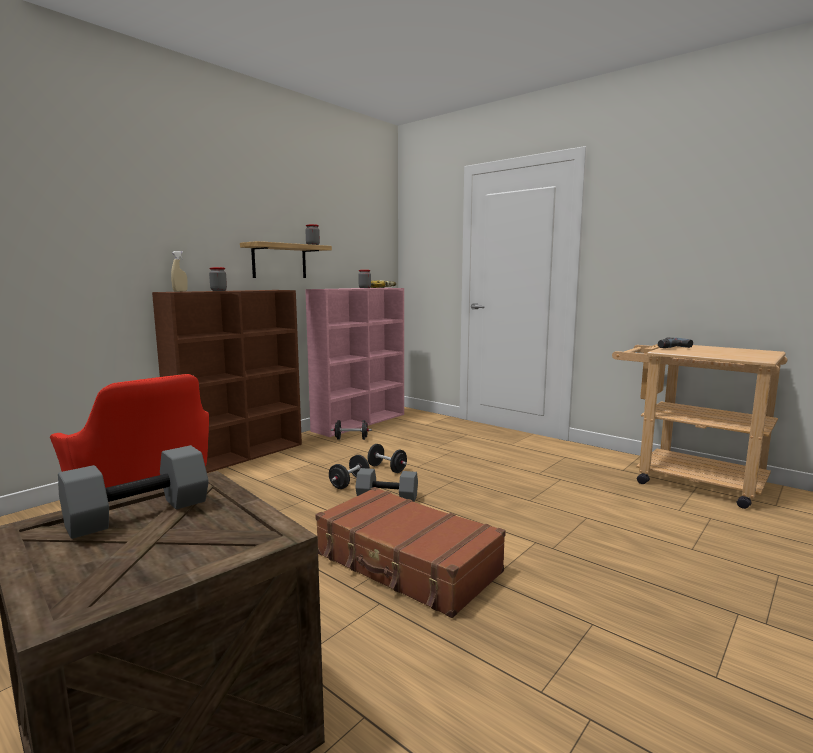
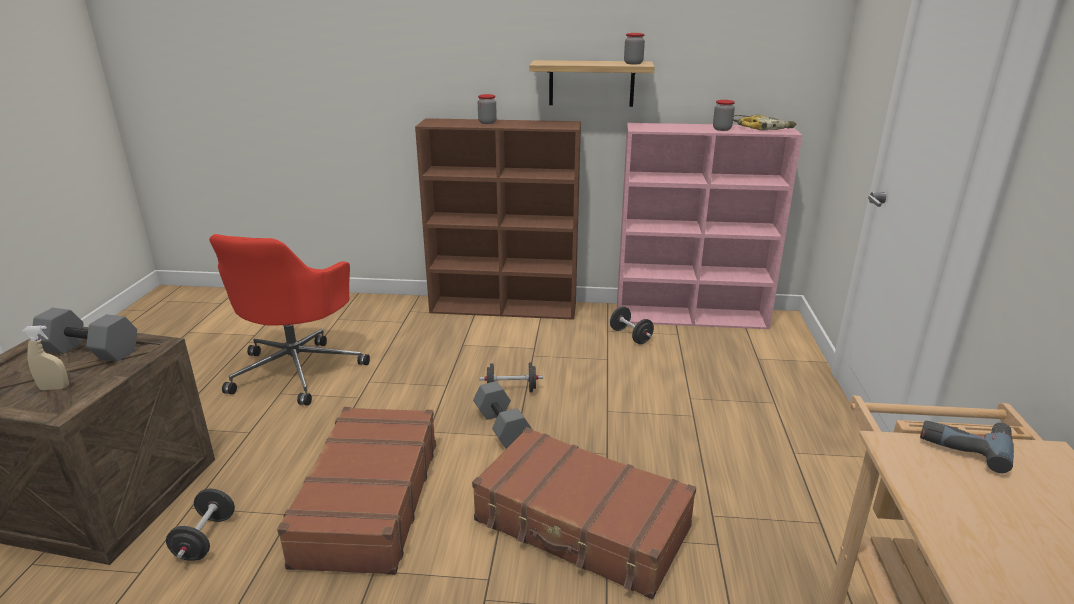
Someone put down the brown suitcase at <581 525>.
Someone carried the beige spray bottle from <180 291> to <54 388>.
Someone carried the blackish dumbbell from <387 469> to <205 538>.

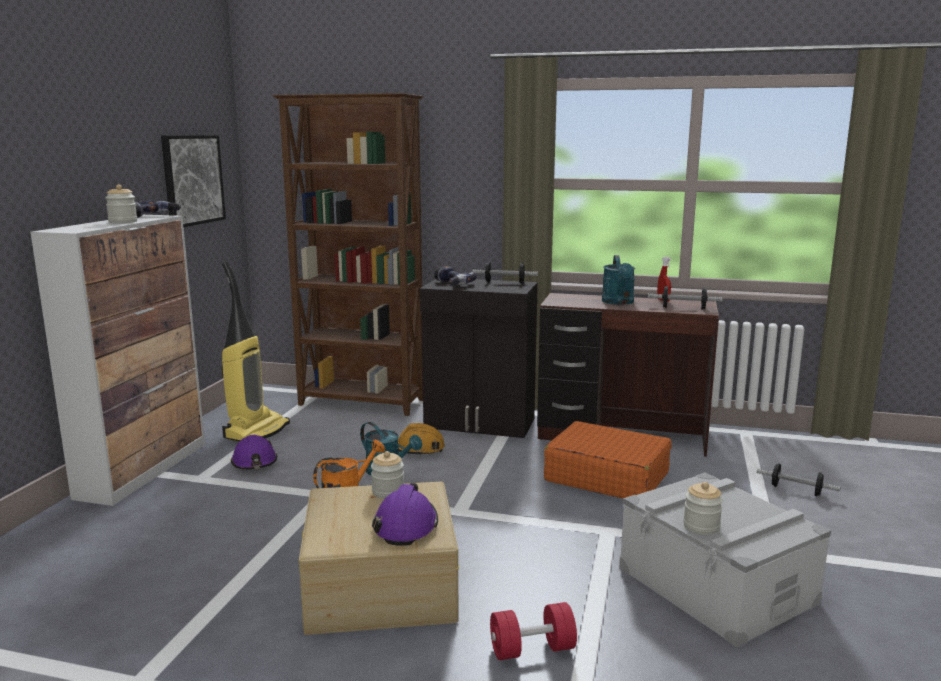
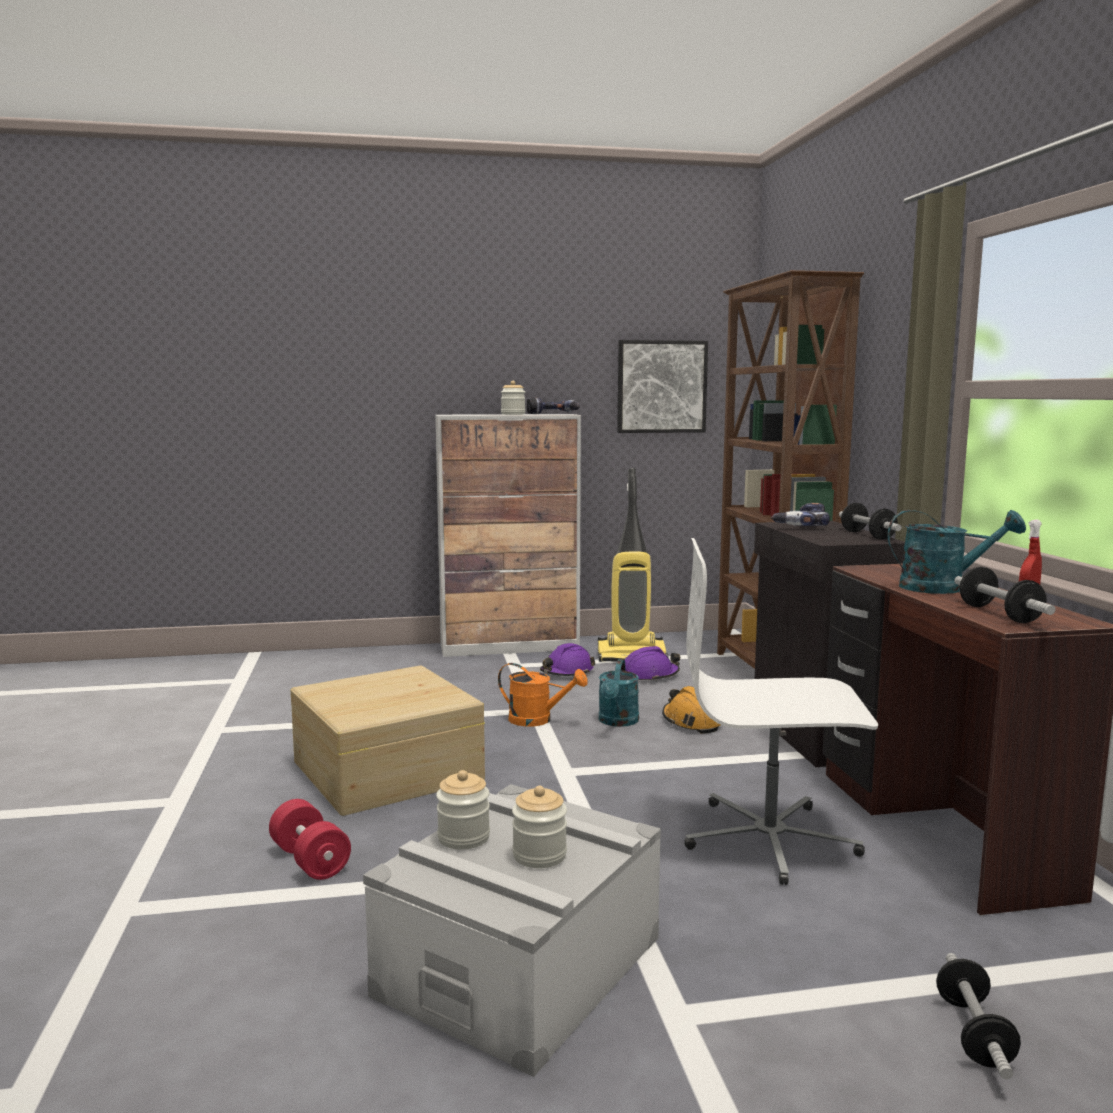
Someone carried the storage jar from <388 492> to <539 855>.
Someone carried the purple-coloured work helmet from <405 526> to <649 676>.
Someone swapped the orange suitcase at <606 477> for the white-coloured desk chair at <770 839>.
Someone rotated the turquoise sprinkling can at <619 302> by 150 degrees counterclockwise.

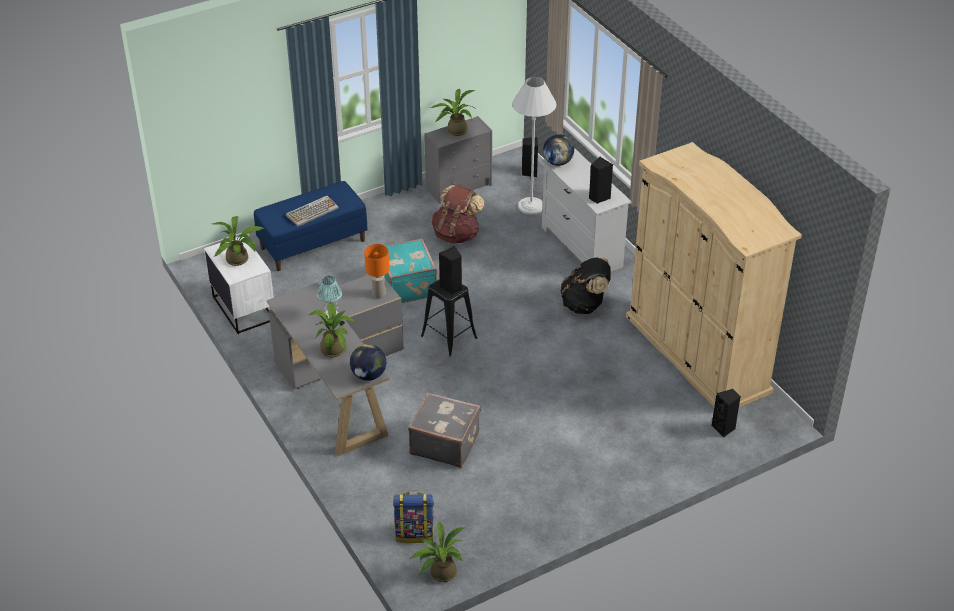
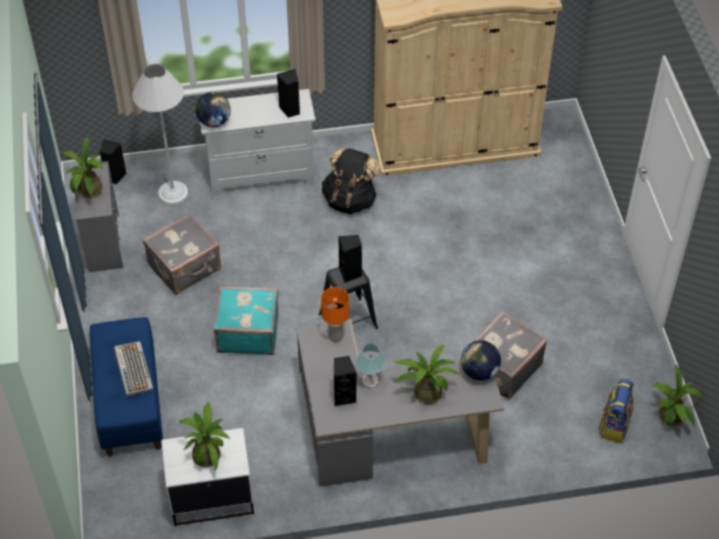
Someone carried the blackish loudspeaker from <724 428> to <344 396>.
Someone swapped the brown backpack at <456 234> for the gray suitcase at <185 268>.

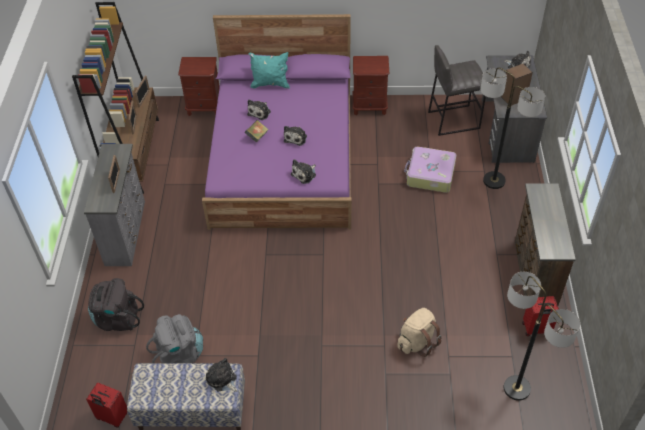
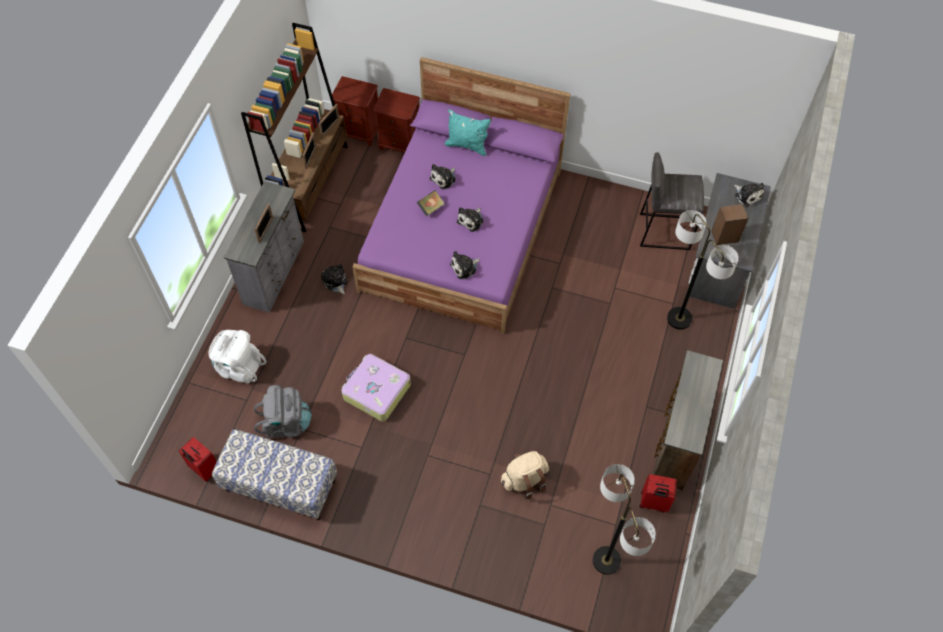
Someone carried the soft toy from <222 380> to <335 282>.
Someone carried the brown bedside table from <369 106> to <359 132>.
Someone carried the suitcase from <430 175> to <376 391>.
Someone repainted the blackish backpack at <117 318>, which became the white-coloured backpack at <238 367>.

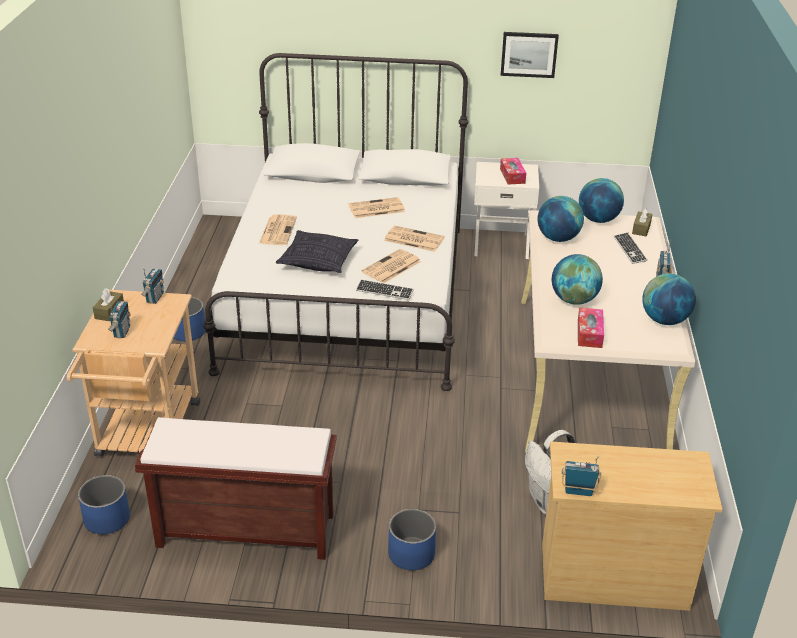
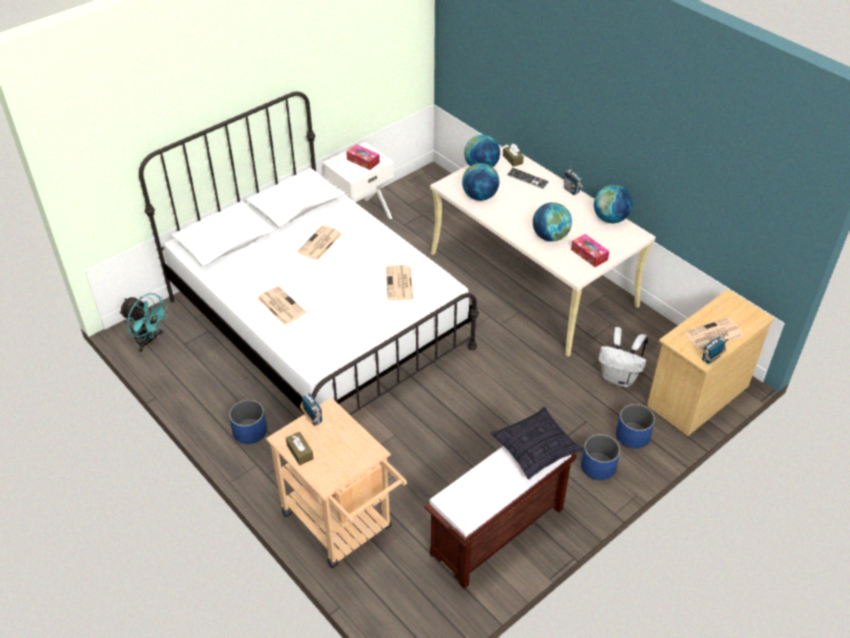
Someone took away the radio receiver at <121 332>.
Someone took away the computer keyboard at <384 291>.
Someone took away the wall picture at <529 54>.
Someone put down the turquoise fan at <149 341>.
Someone carried the blue planter from <106 519> to <632 436>.
Someone carried the cushion from <318 261> to <535 449>.
Someone carried the daily paper from <413 239> to <713 335>.

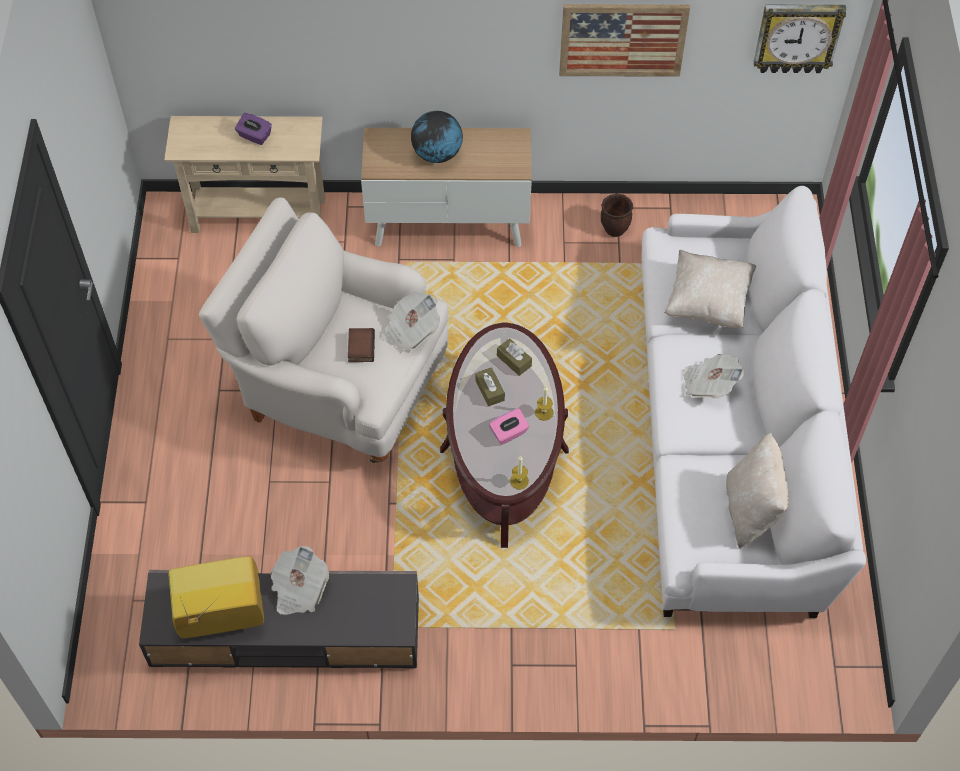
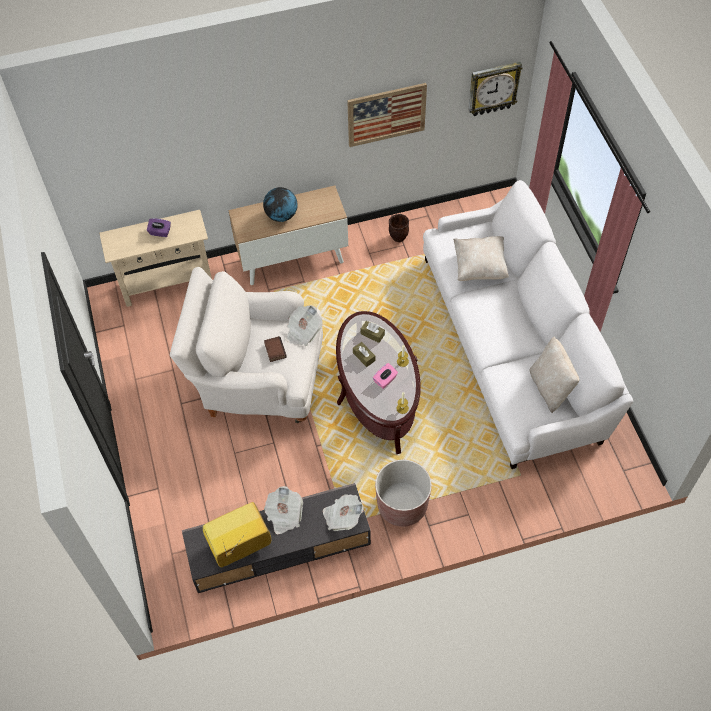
Someone put down the brown planter at <402 505>.
Someone carried the daily paper from <709 384> to <342 517>.

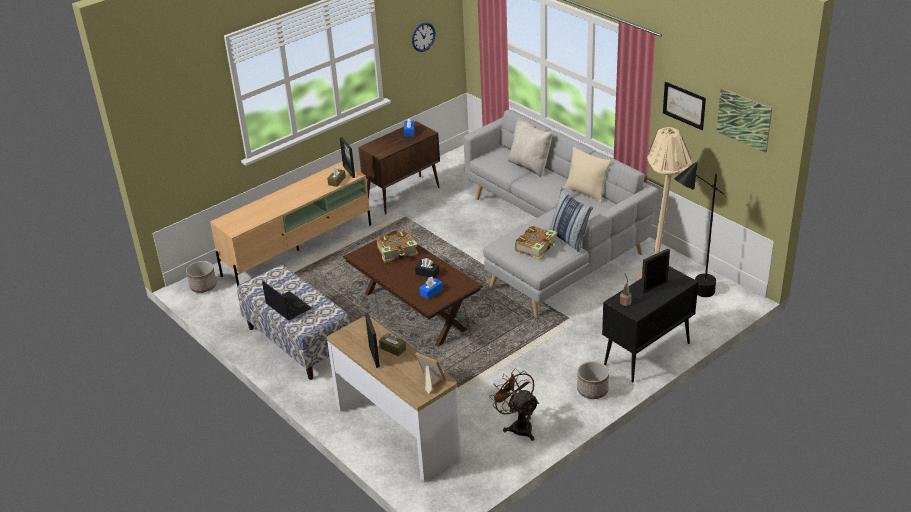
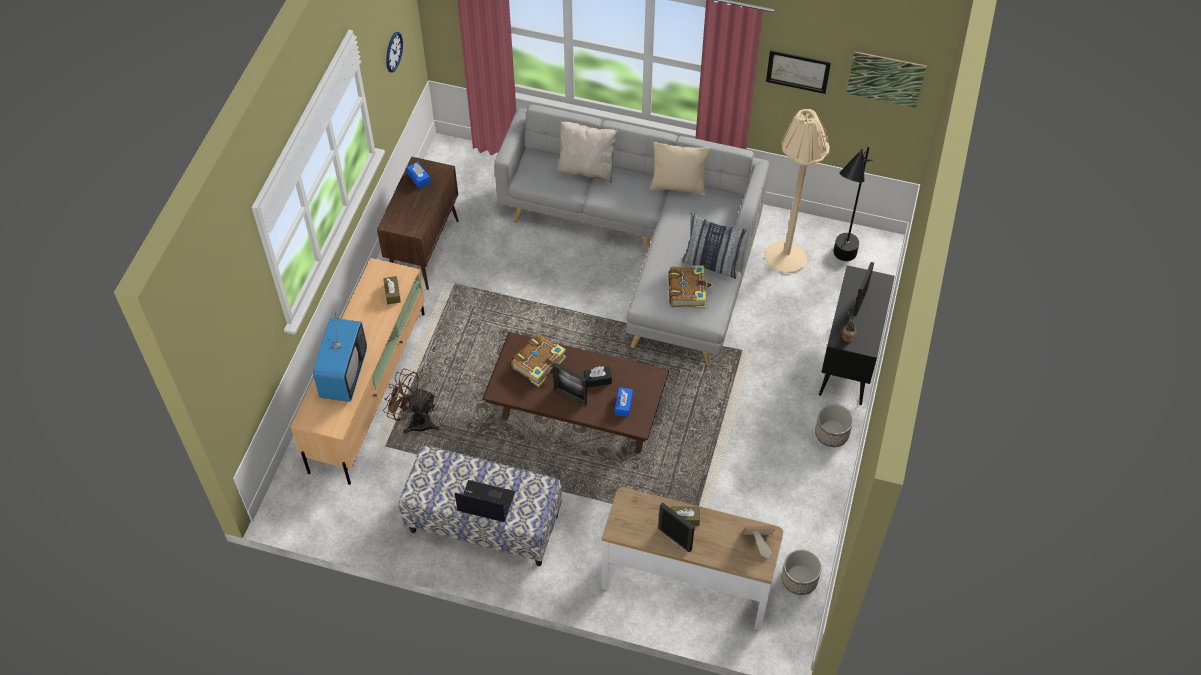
Someone put down the TV set at <344 374>.
Someone carried the planter from <203 286> to <799 579>.
Someone carried the photo frame from <349 171> to <570 397>.
Someone carried the brown fan from <518 426> to <415 421>.

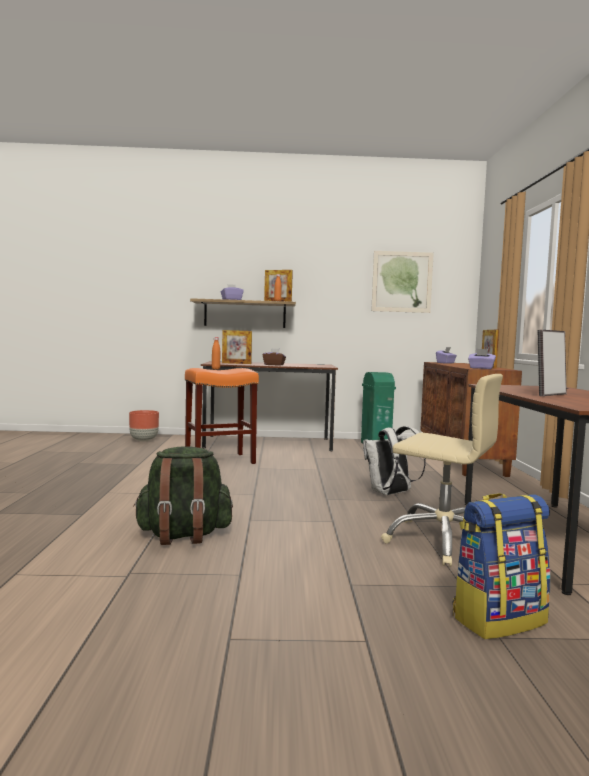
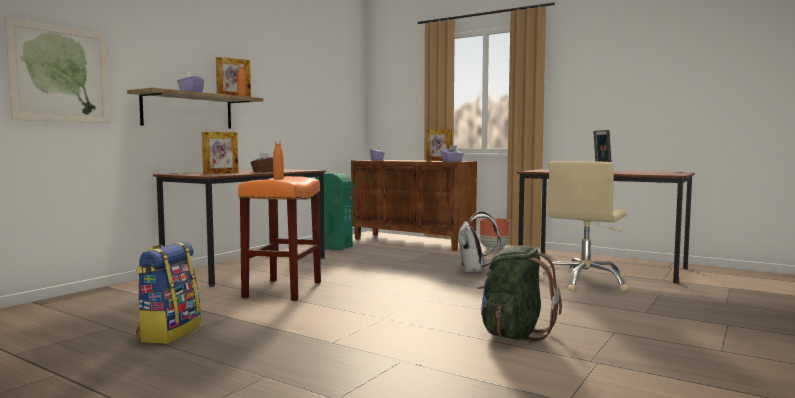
Someone carried the brown planter from <143 440> to <494 248>.
Someone carried the wall picture from <402 282> to <61 74>.
Someone carried the backpack from <498 619> to <169 333>.
Someone rotated the beige desk chair at <443 541> by 150 degrees clockwise.

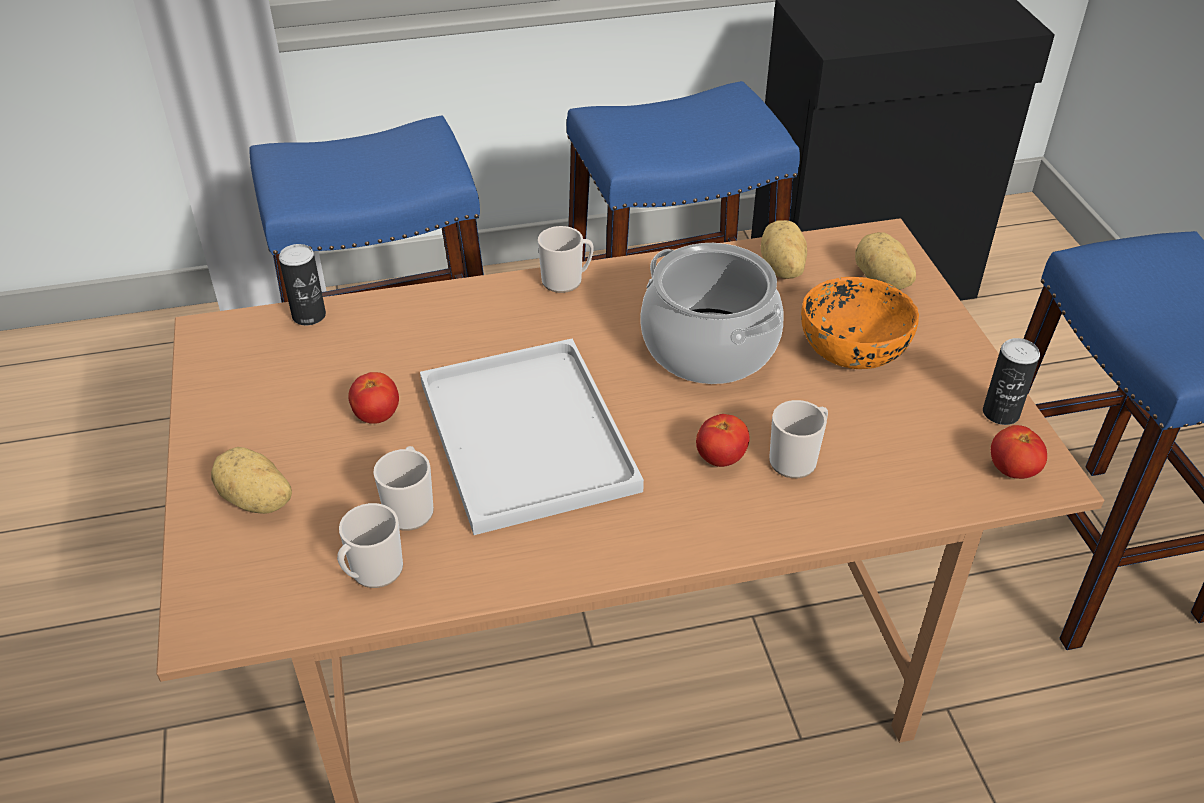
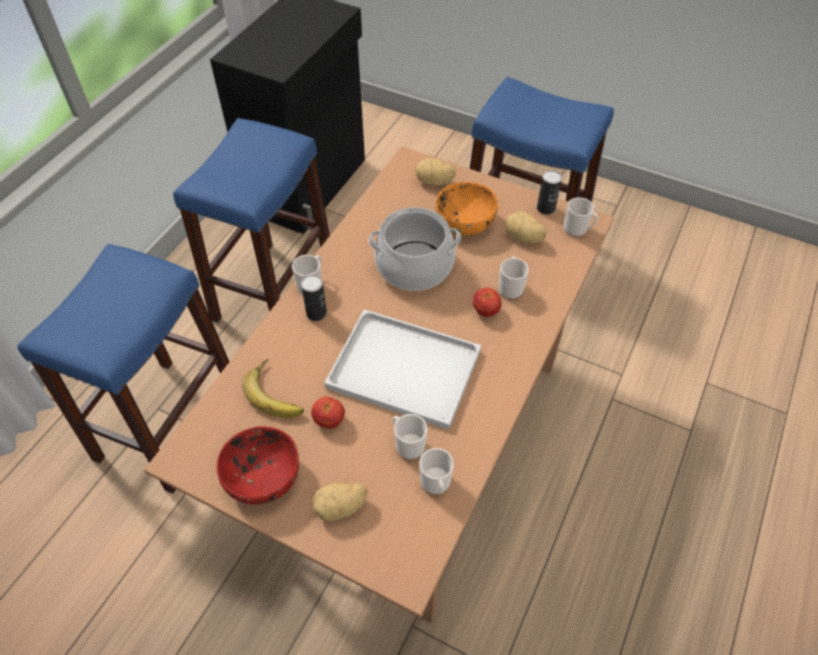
Someone put down the reddish serving bowl at <263 476>.
Someone put down the whole banana at <277 393>.
Someone carried the can from <309 315> to <316 313>.
Someone carried the potato from <780 268> to <523 238>.
Someone swapped the fresh tomato at <1012 470> for the tea mug at <577 229>.

